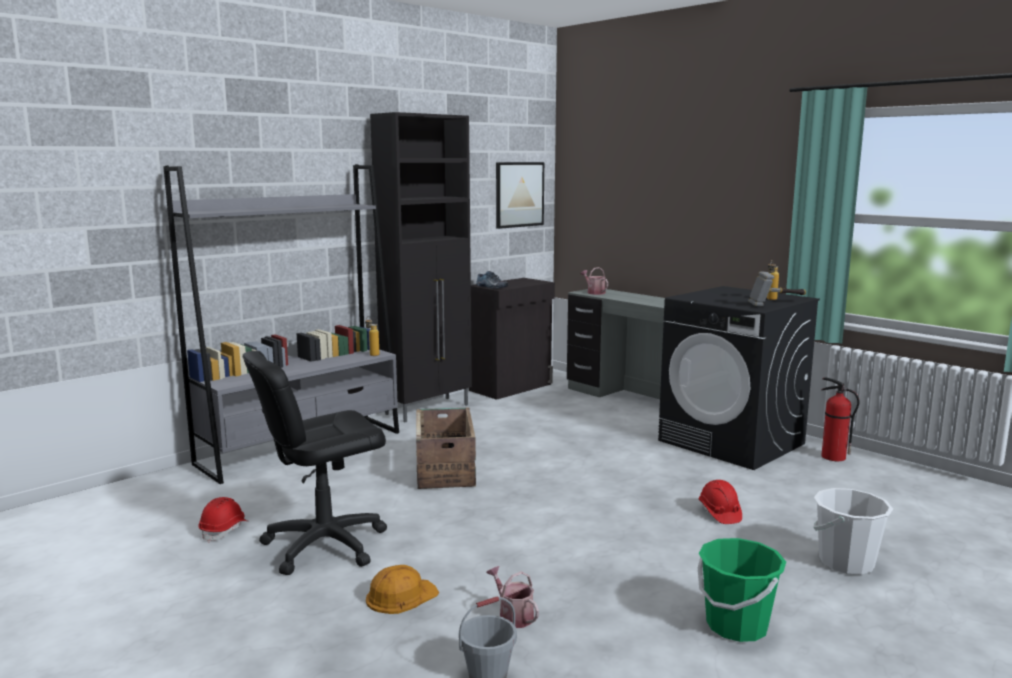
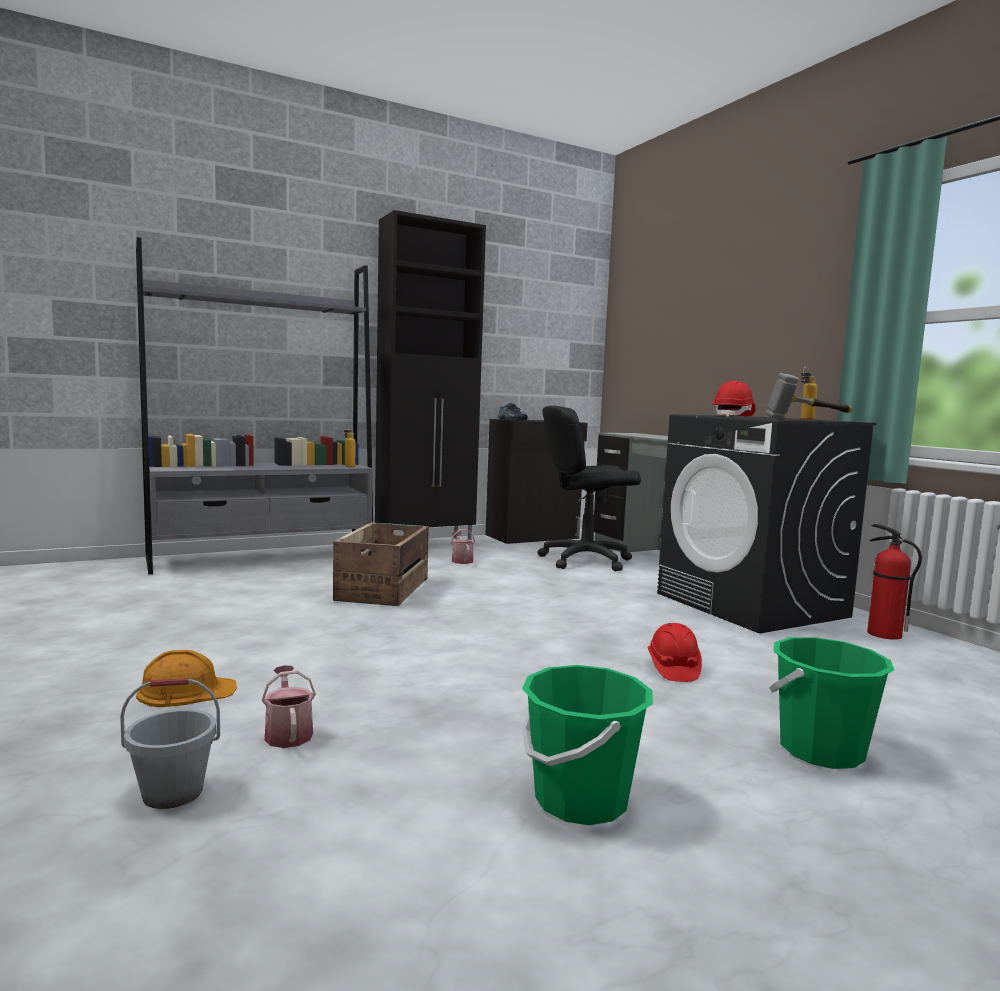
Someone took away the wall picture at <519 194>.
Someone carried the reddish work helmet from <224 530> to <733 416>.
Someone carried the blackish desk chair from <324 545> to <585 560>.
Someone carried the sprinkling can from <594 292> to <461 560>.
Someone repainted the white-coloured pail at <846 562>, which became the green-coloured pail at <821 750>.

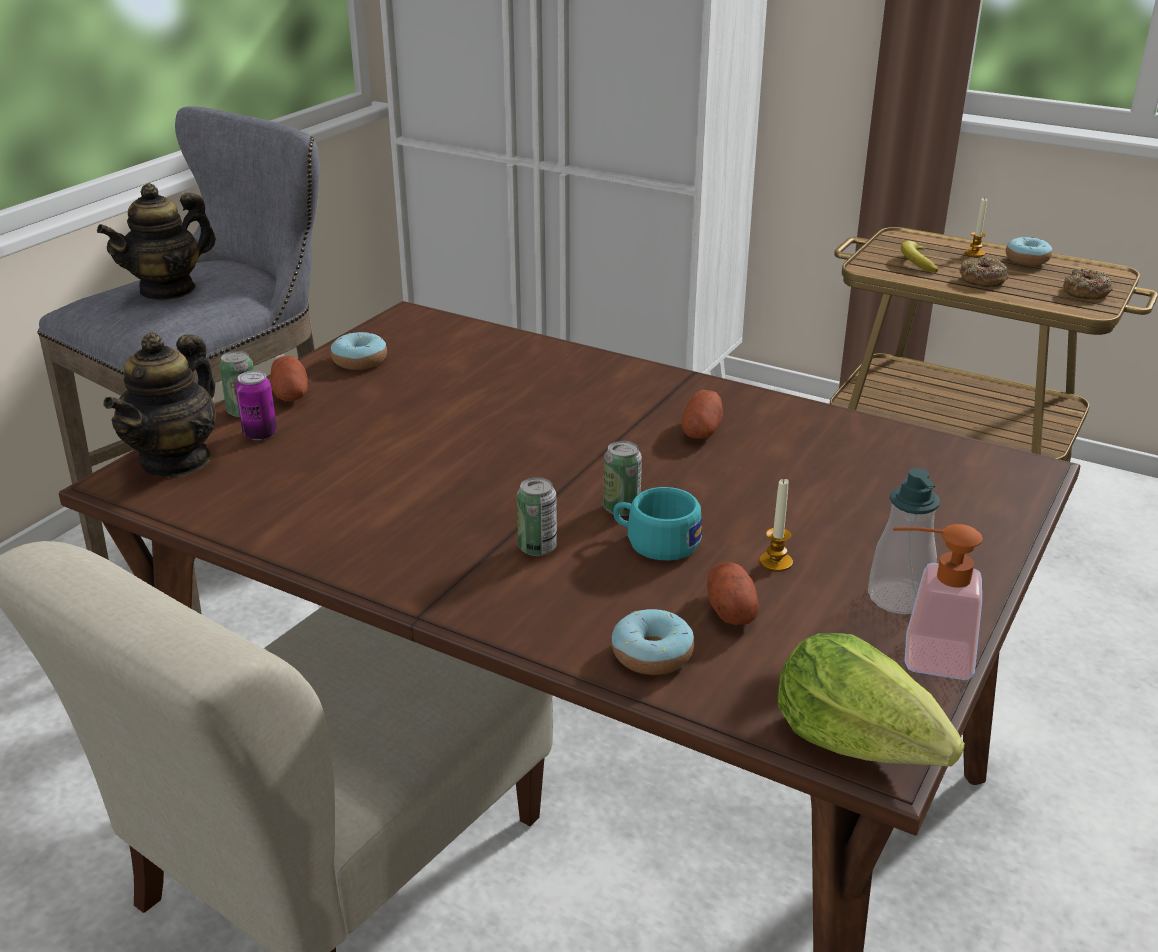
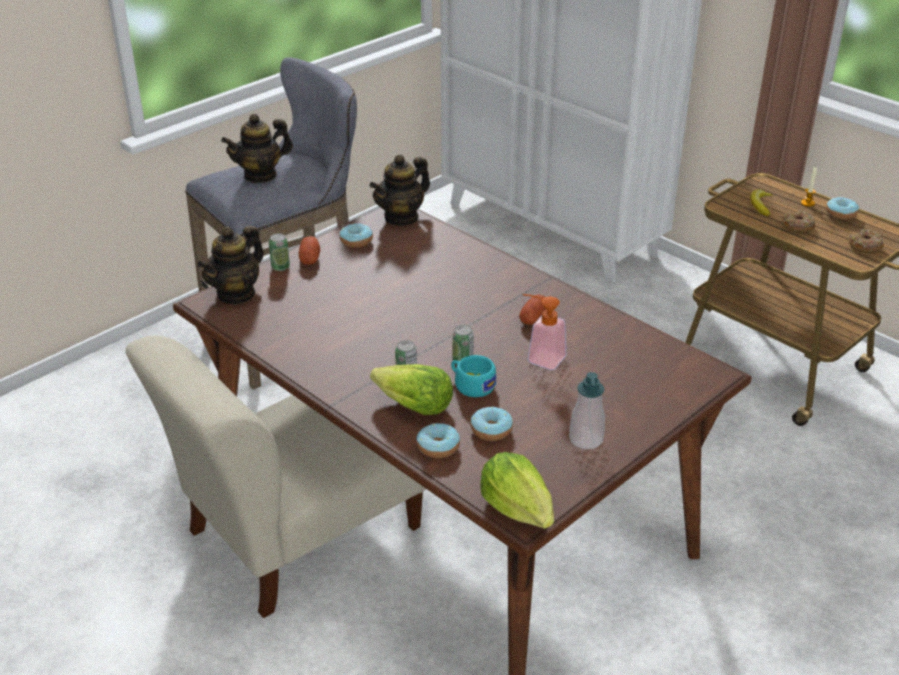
Someone took away the can at <260 434>.
Someone took away the candle at <775 562>.
Someone put down the tea pot at <401 217>.
Someone put down the head of lettuce at <413 406>.
Someone carried the liquid soap bottle from <923 656> to <540 357>.
Someone swapped the potato at <730 610> for the donut at <491 430>.

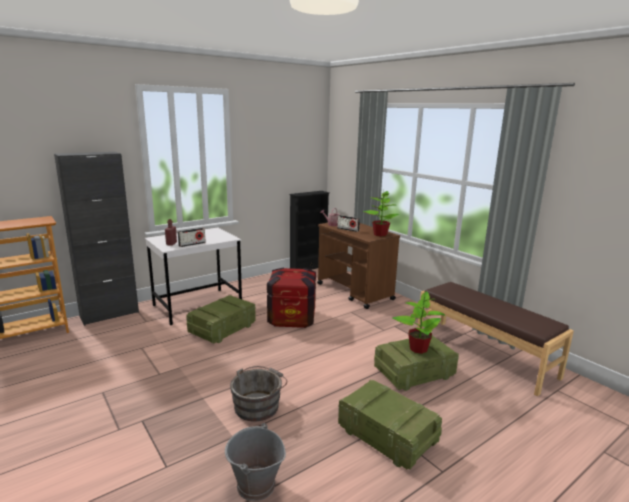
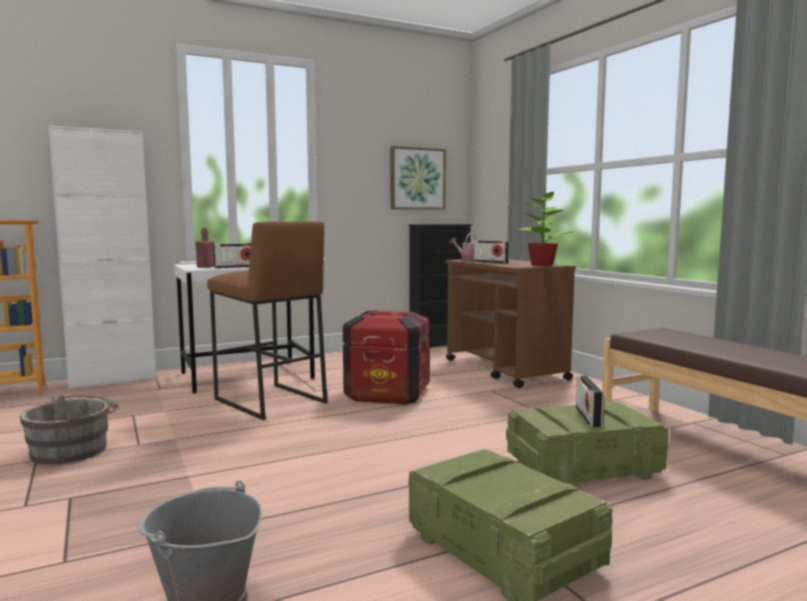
Someone put up the wall picture at <417 178>.
Someone carried the gray pail from <258 405> to <74 450>.
Someone swapped the packing crate at <222 329> for the brown stool seat at <269 401>.
Someone swapped the potted plant at <418 348> for the radio receiver at <588 417>.
Someone repainted the blackish cupboard at <109 314>, which became the white-coloured cupboard at <113 380>.

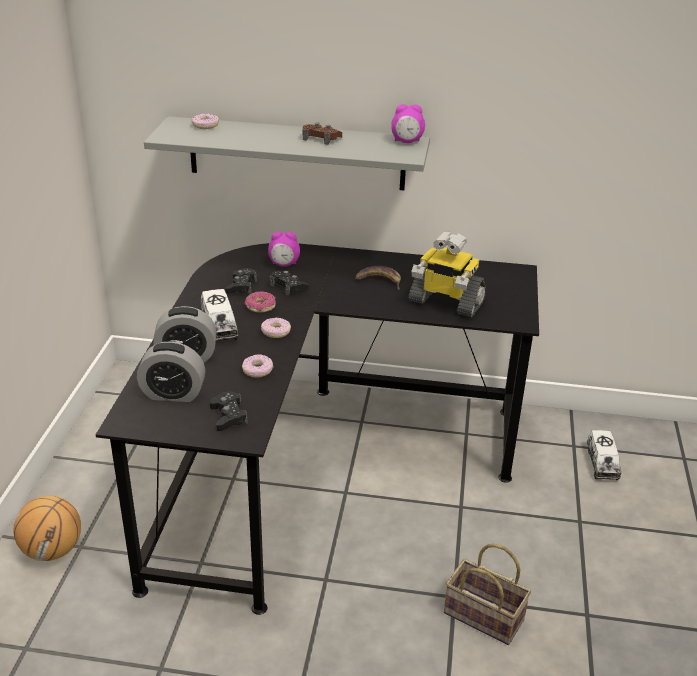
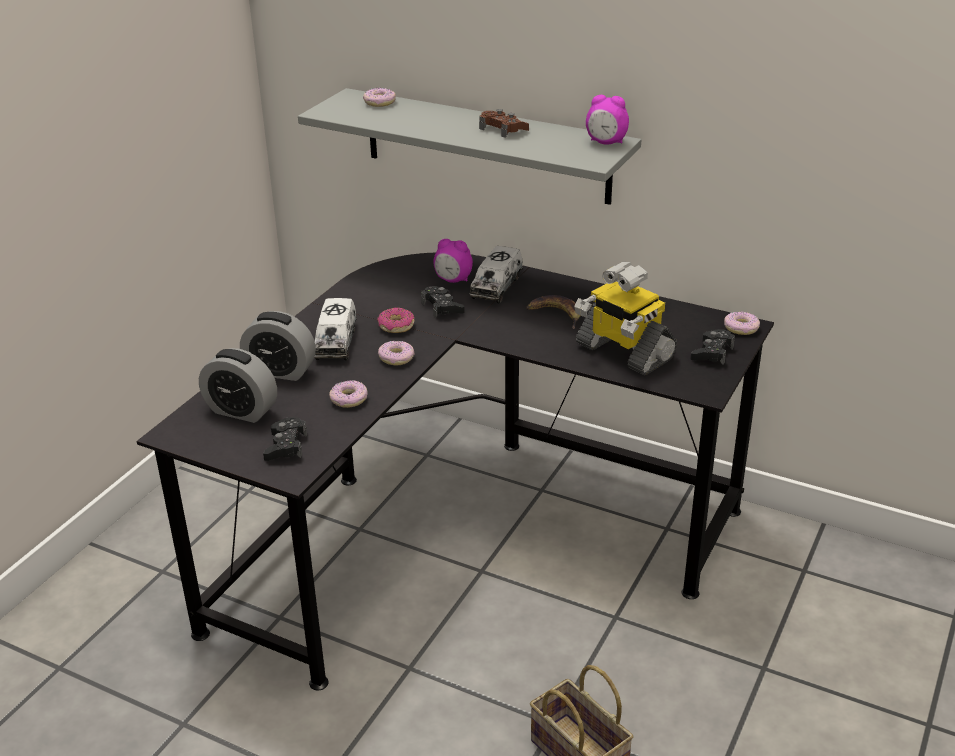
Someone took away the ball for basketball at <53 550>.
Someone put down the donut at <741 328>.
Someone carried the blackish gamepad from <241 286> to <712 353>.
Someone carried the toy lorry from <602 463> to <496 286>.

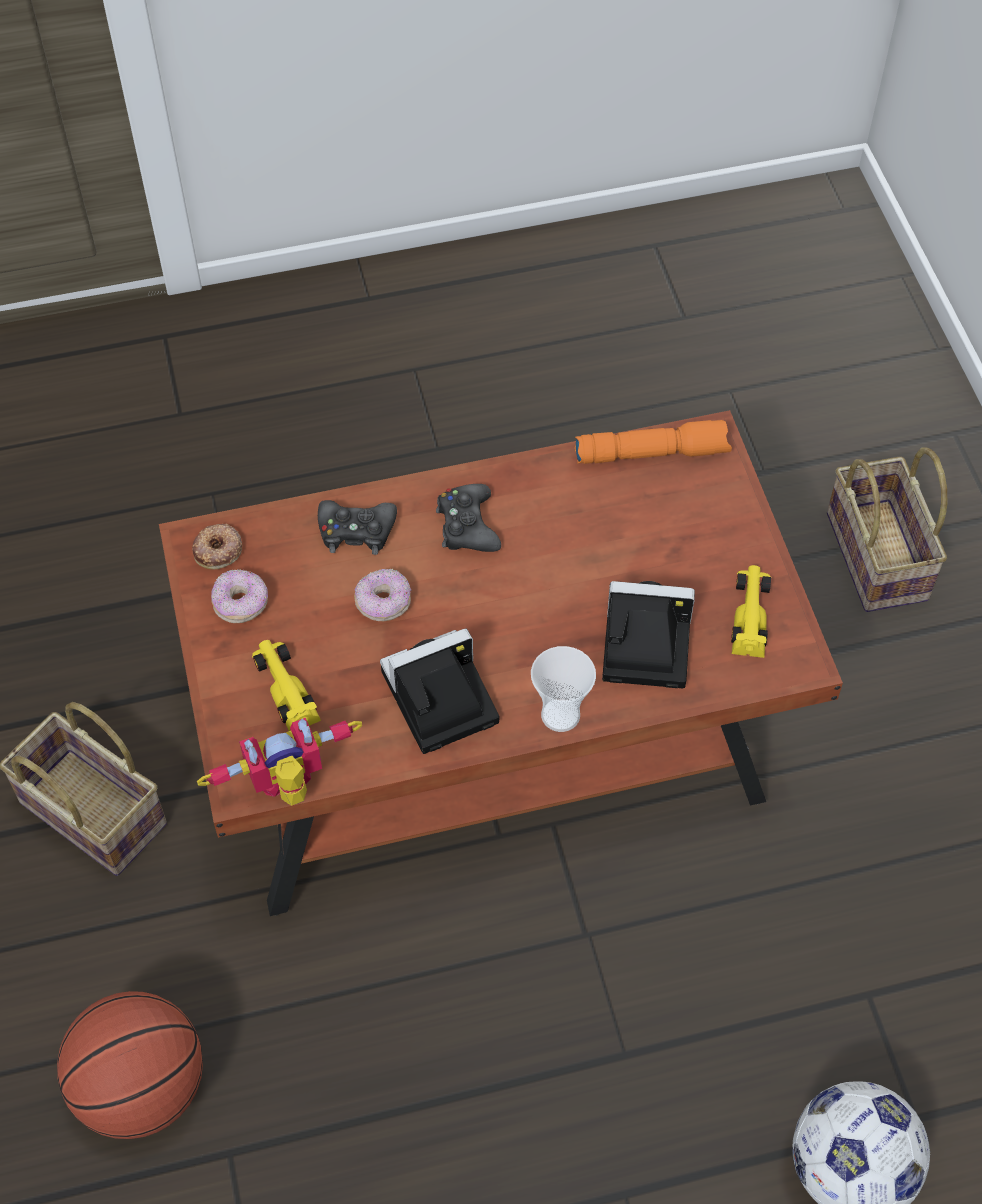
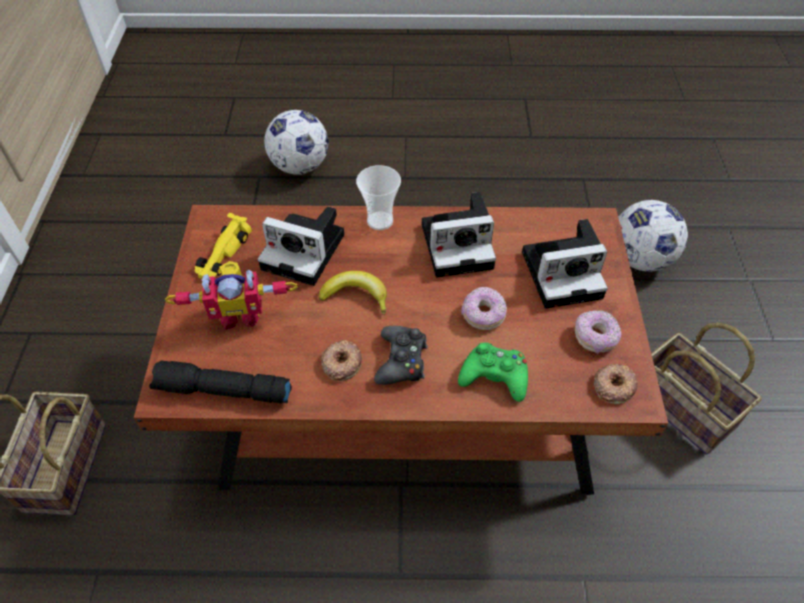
Someone put down the whole banana at <356 296>.
Someone put down the donut at <341 363>.
Someone carried the robot figure from <289 789> to <240 314>.
Someone swapped the ball for basketball at <142 1086> for the football at <639 259>.
Someone swapped the yellow-coloured model car at <285 687> for the still camera at <564 273>.
Someone repainted the blackish gamepad at <356 531>, which became the green-coloured gamepad at <494 376>.
Someone repainted the orange hand torch at <652 452>, which became the blackish hand torch at <222 391>.

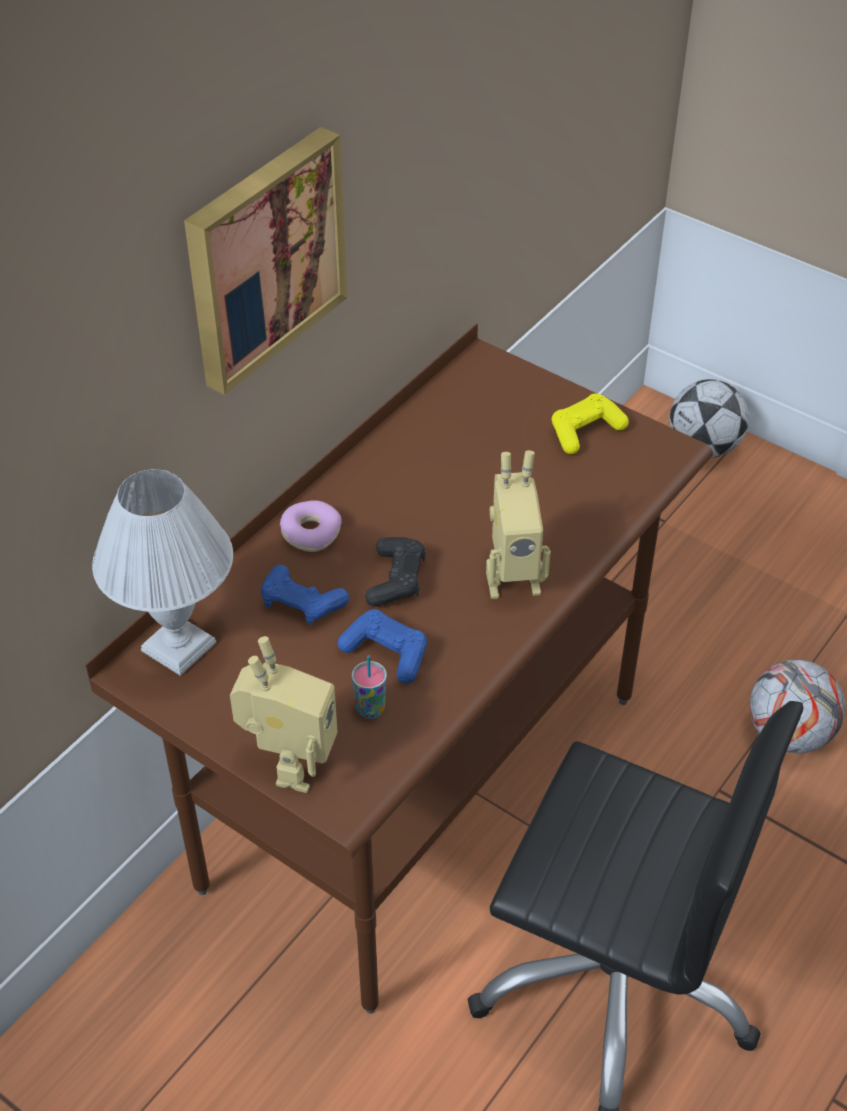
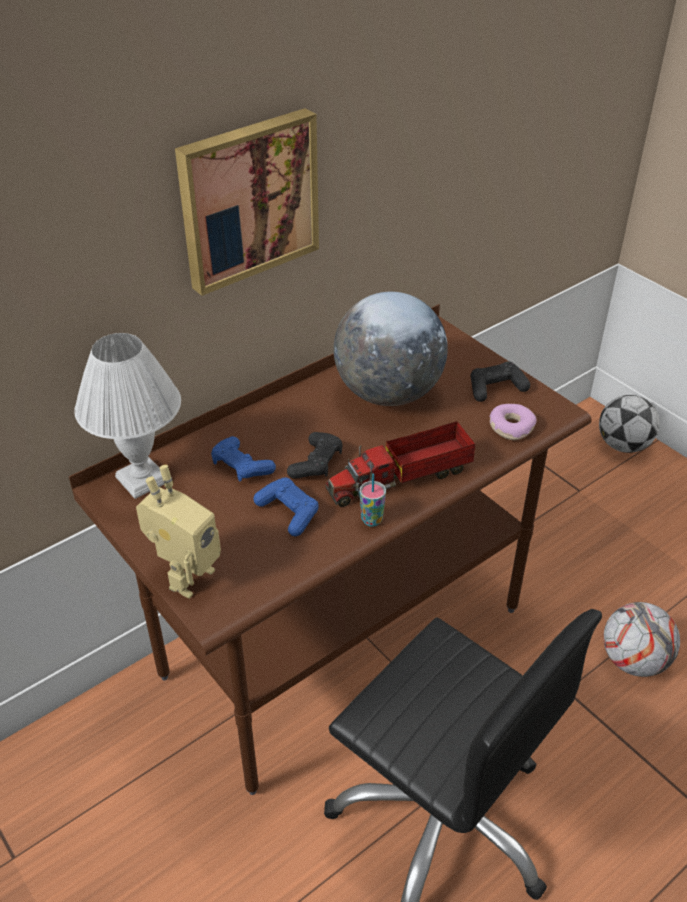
Someone put down the globe at <388 393>.
Someone carried the donut from <310 533> to <511 427>.
Someone carried the small cup from <370 709> to <372 520>.
Someone swapped the robot figure at <512 578> for the toy lorry at <403 478>.
Someone repainted the yellow-coloured gamepad at <585 431>, which became the blackish gamepad at <496 388>.

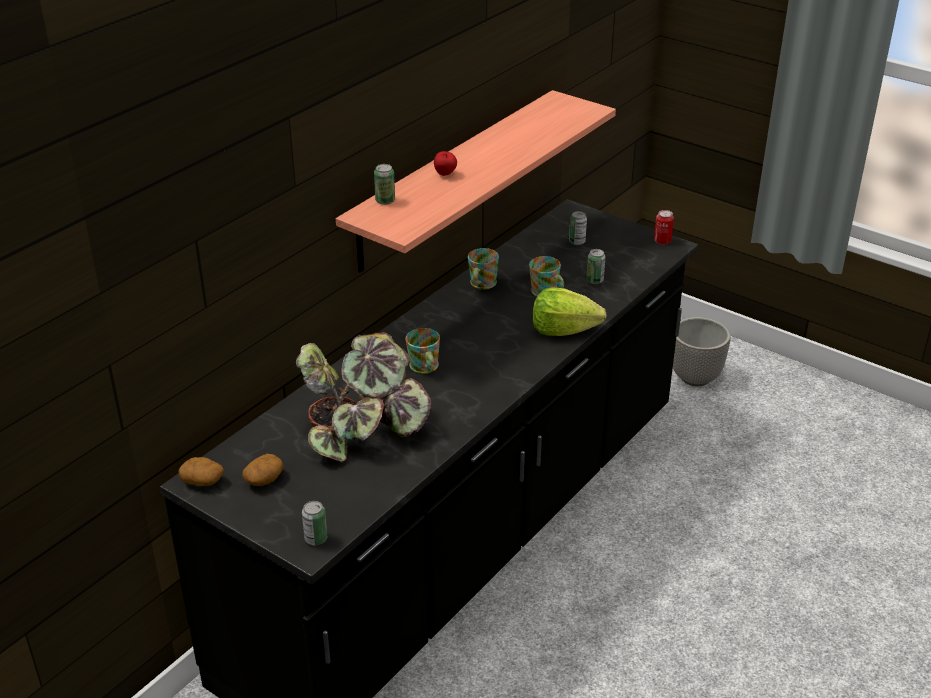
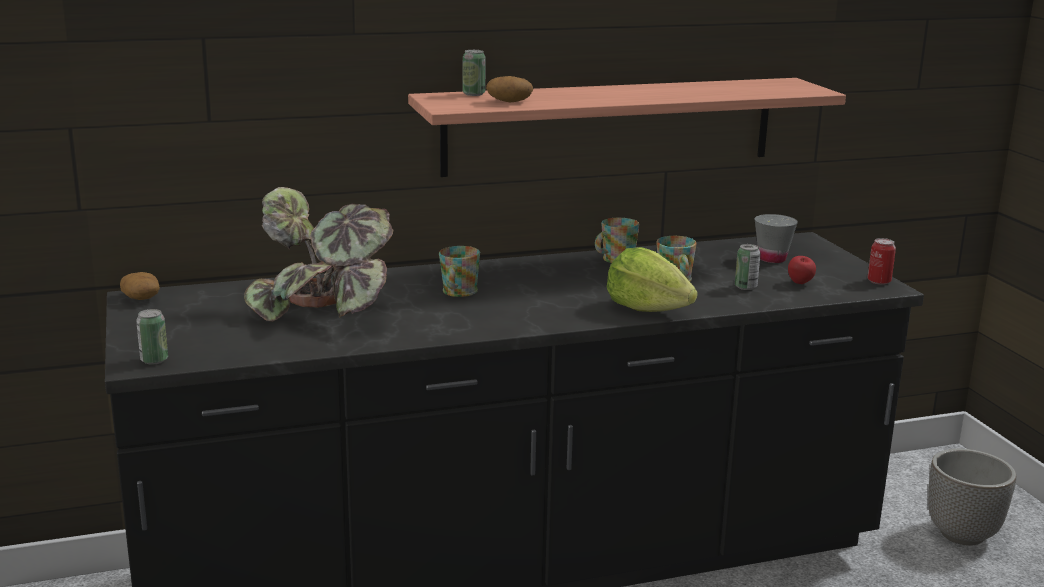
Someone carried the potato from <264 479> to <509 102>.
Someone carried the apple fruit from <445 175> to <800 283>.
Someone swapped the can at <577 242> for the gray small cup at <772 259>.

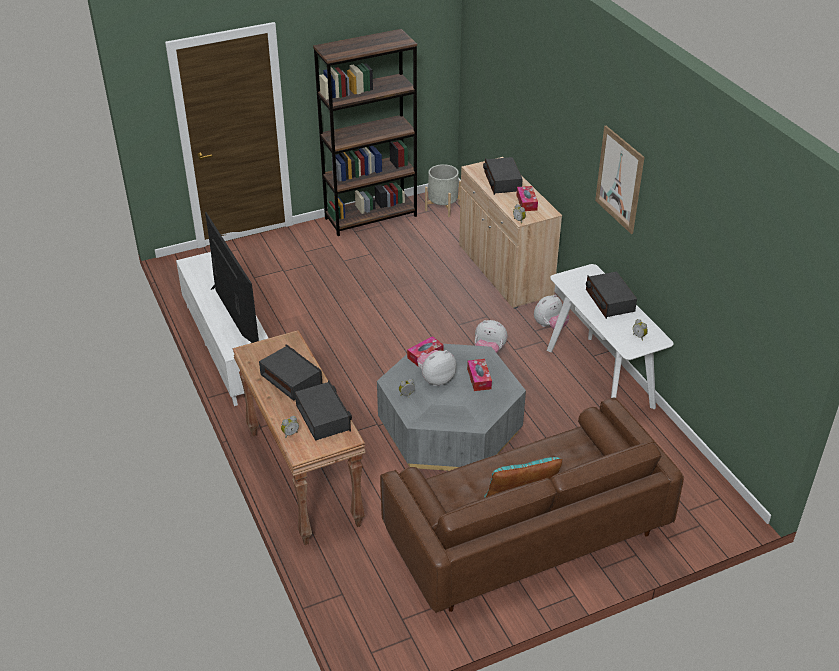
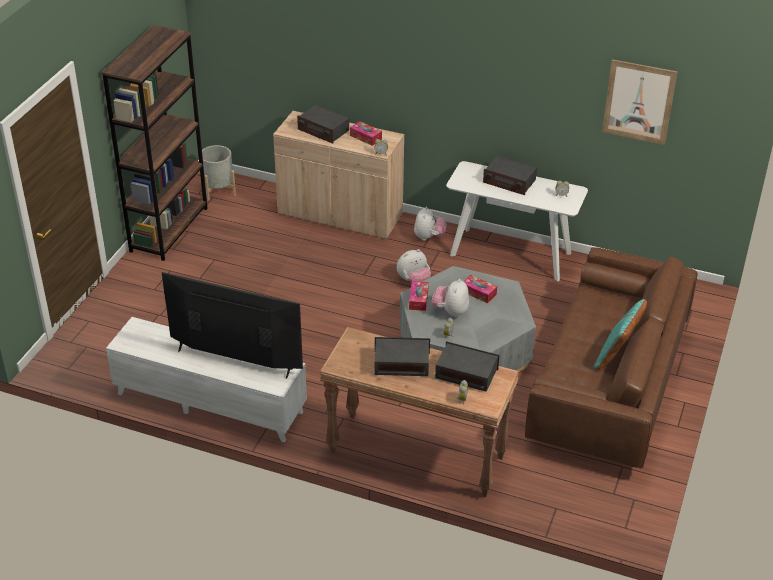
Someone carried the wall picture from <619 179> to <638 102>.

